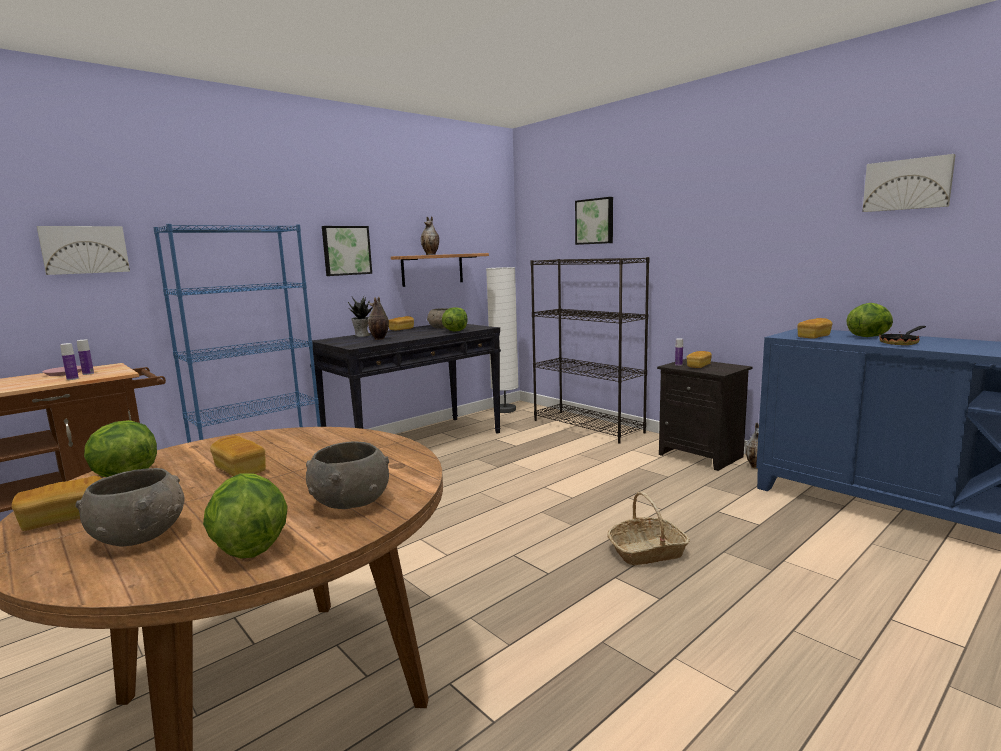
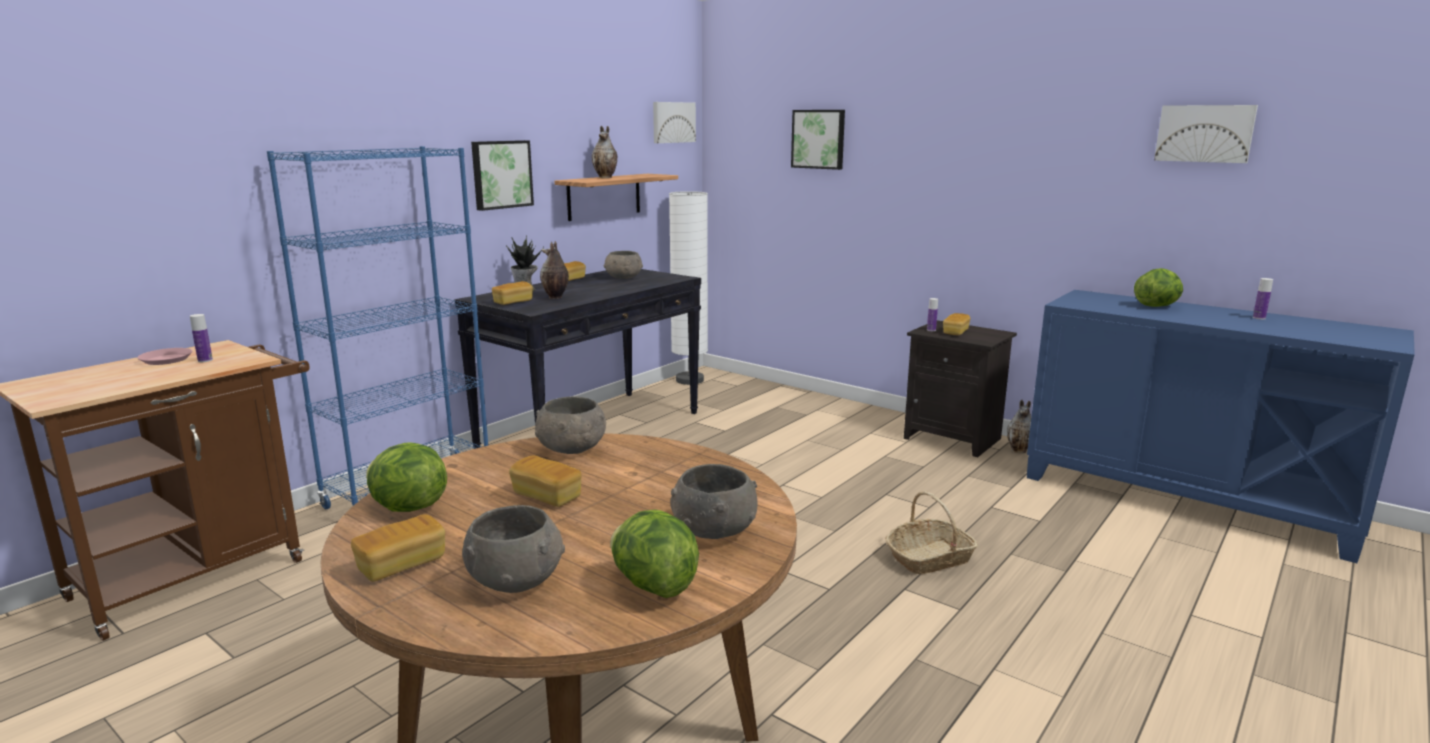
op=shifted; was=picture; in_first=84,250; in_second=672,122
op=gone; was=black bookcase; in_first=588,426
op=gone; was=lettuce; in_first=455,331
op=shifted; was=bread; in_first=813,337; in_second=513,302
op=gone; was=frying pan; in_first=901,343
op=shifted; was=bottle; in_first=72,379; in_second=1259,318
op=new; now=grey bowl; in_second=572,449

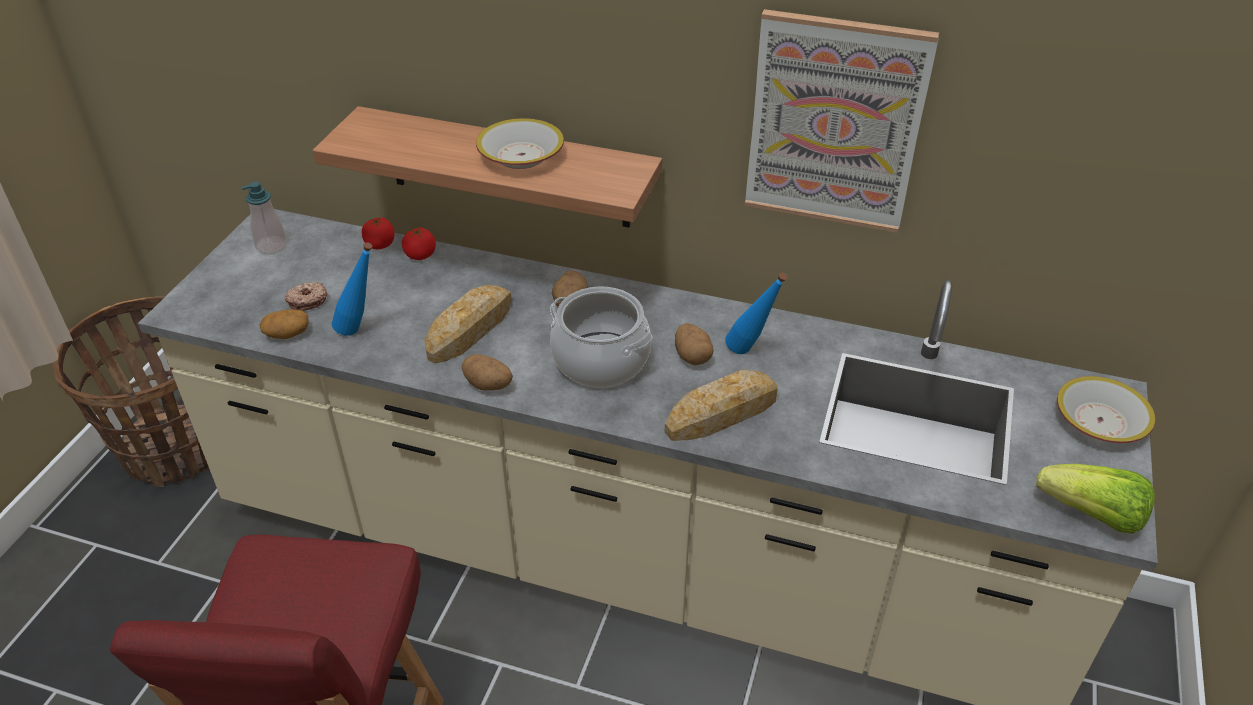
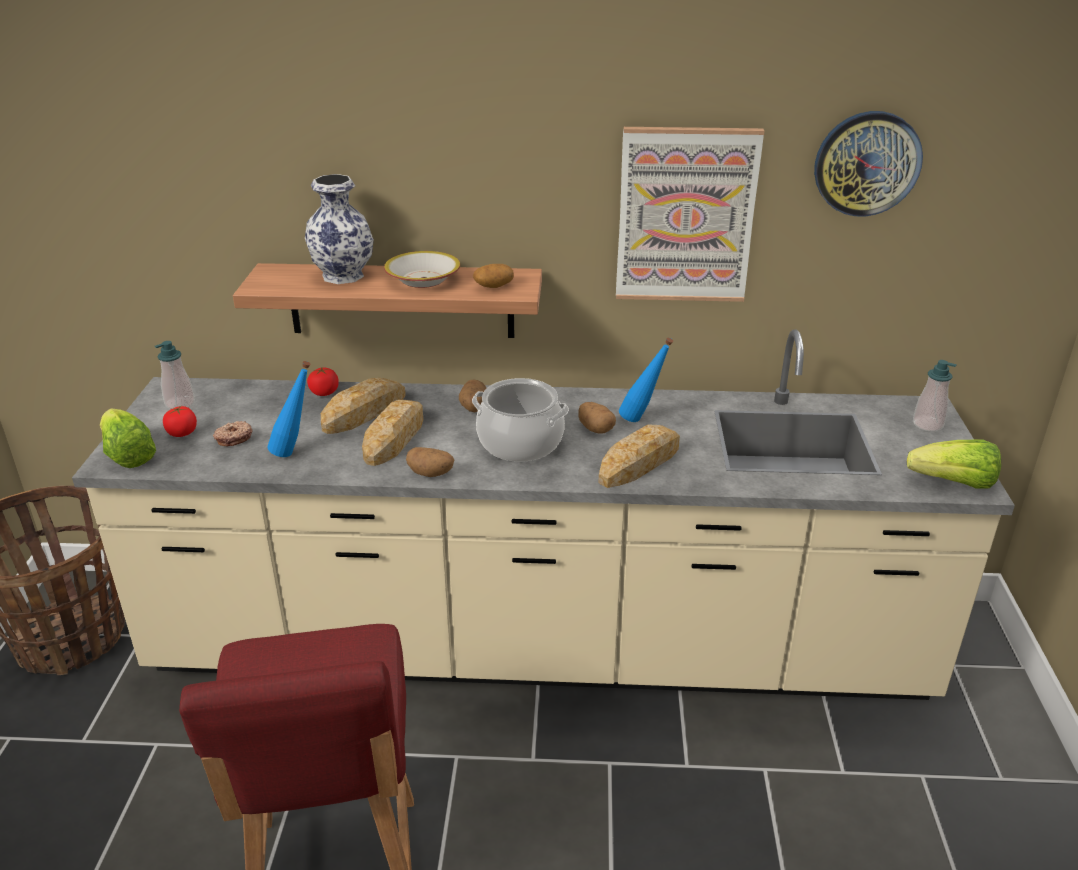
op=shifted; was=tomato; in_first=380,244; in_second=182,433
op=shifted; was=potato; in_first=287,334; in_second=493,286
op=swapped; was=bowl; now=soap dispenser; in_first=1099,421; in_second=927,424
op=new; now=wall clock; in_second=867,163
op=new; now=vase; in_second=344,275
op=new; now=bread; in_second=364,412
op=new; now=lettuce; in_second=128,455

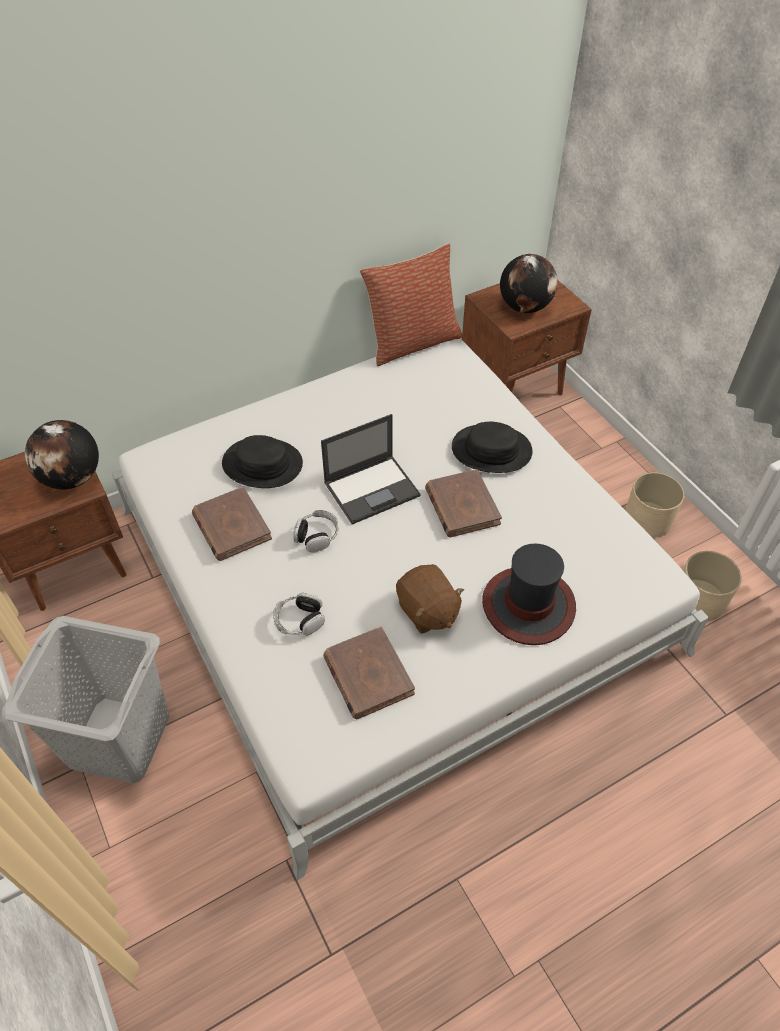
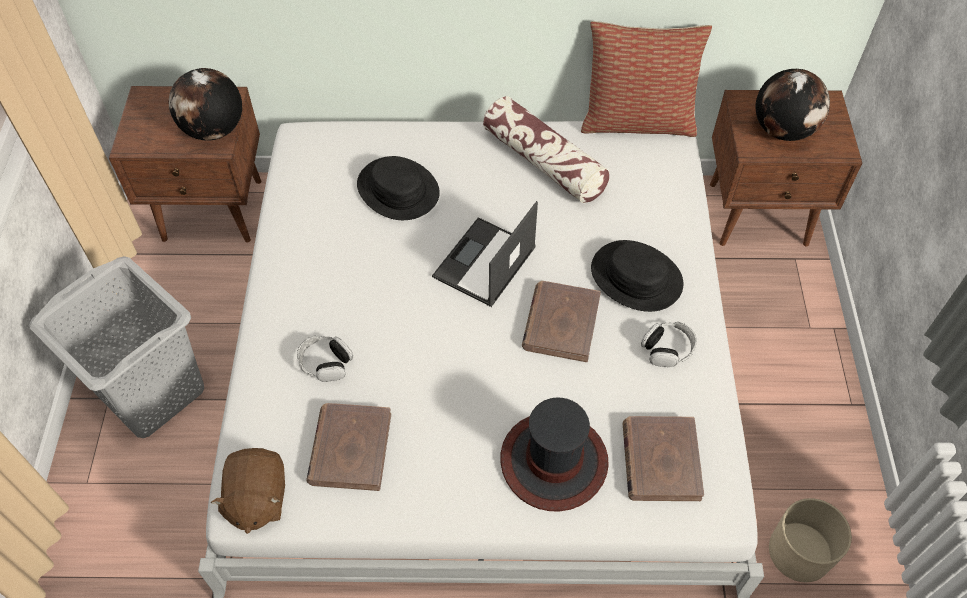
op=rotated; was=laptop; in_first=372,489; in_second=484,263; clockwise=120
op=gone; was=beige planter; in_first=648,519
op=shifted; was=brown book; in_first=231,526; in_second=660,460
op=shifted; was=headphones; in_first=317,536; in_second=667,349
op=shifted; was=brown plush toy; in_first=427,611; in_second=256,499
op=new; now=pillow; in_second=544,162

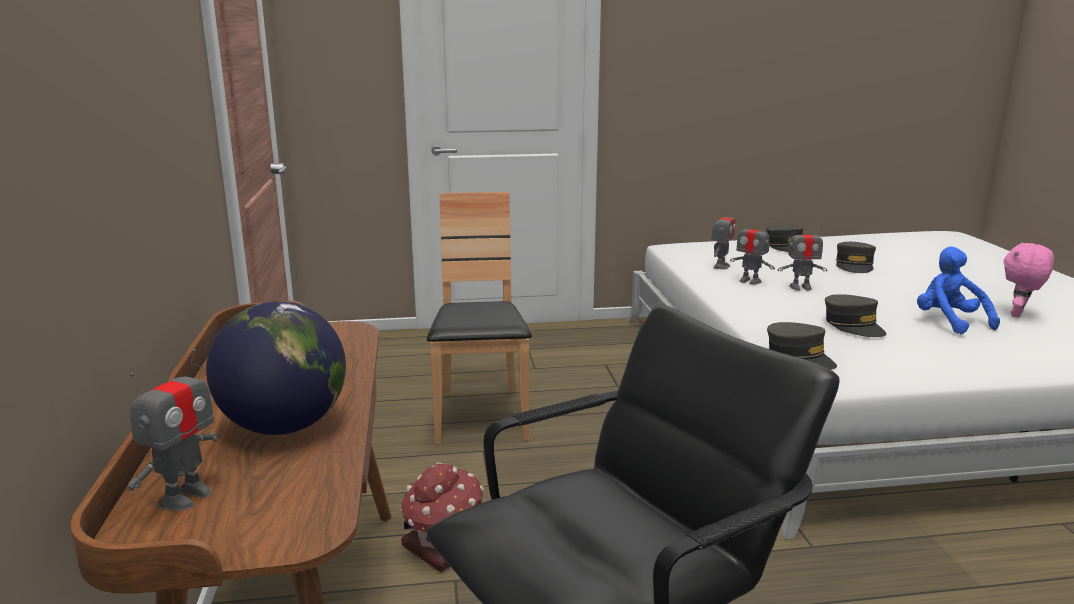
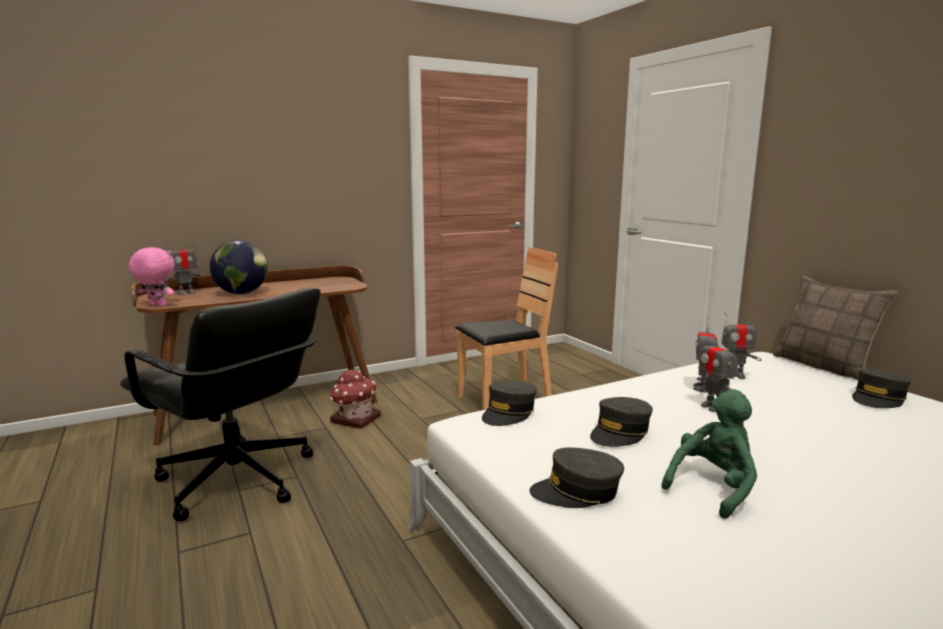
op=shifted; was=grey cap; in_first=854,266; in_second=577,492
op=shifted; was=pink plush toy; in_first=1018,315; in_second=157,305
op=repainted; was=blue plush toy; now=green plush toy; in_first=949,322; in_second=713,487
op=rotated; was=toy robot; in_first=185,497; in_second=186,293; clockwise=-45
op=new; now=pillow; in_second=823,366

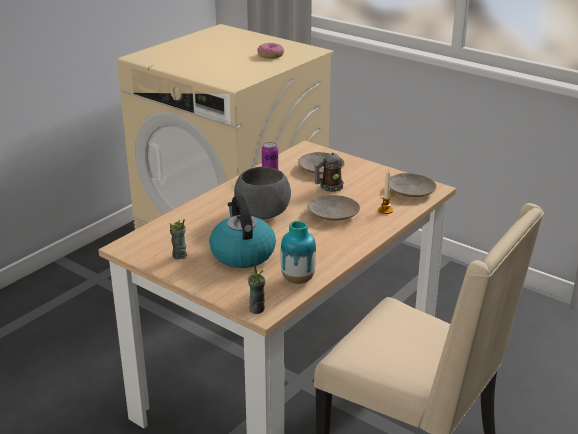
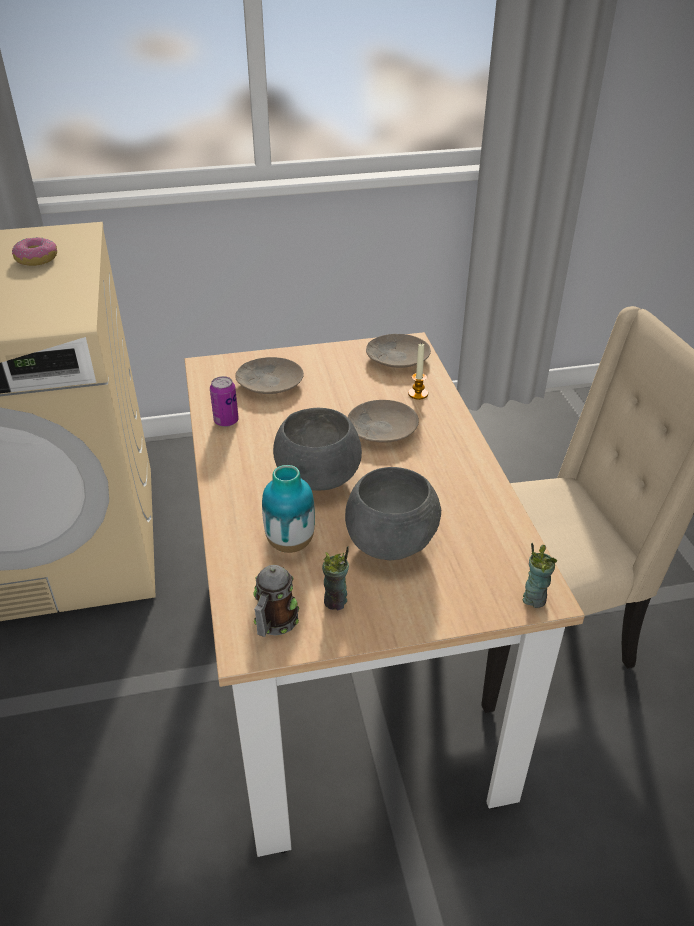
op=shifted; was=mug; in_first=328,187; in_second=274,624
op=swapped; was=kettle; now=grey bowl; in_first=242,253; in_second=392,543
op=shifted; was=vase; in_first=298,279; in_second=290,543

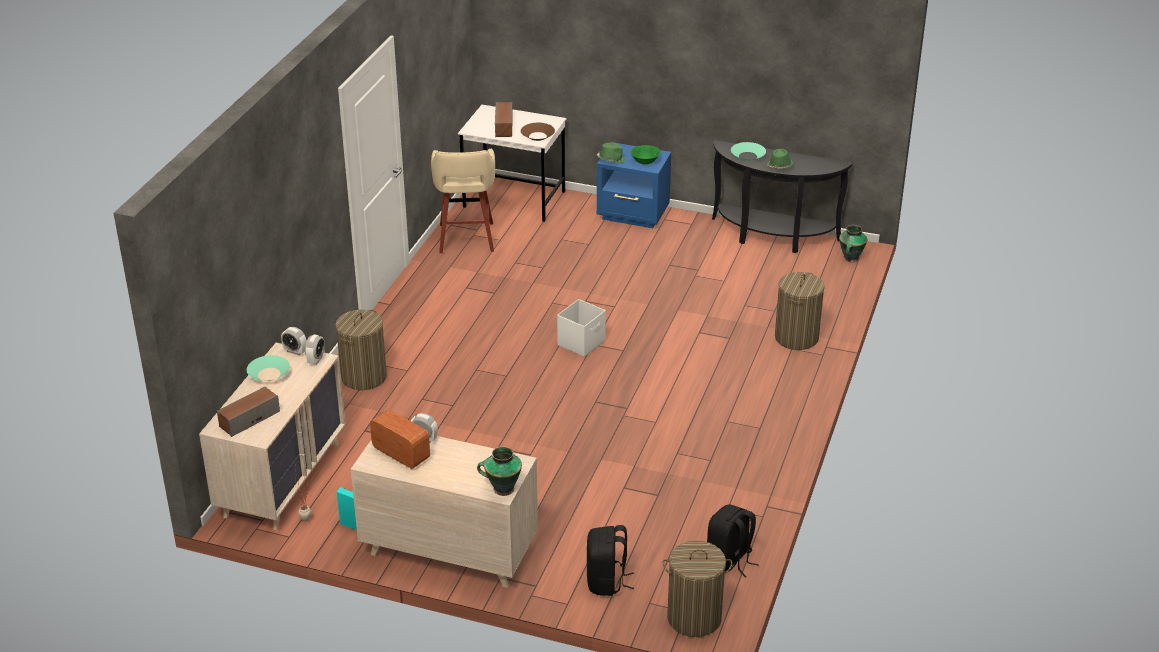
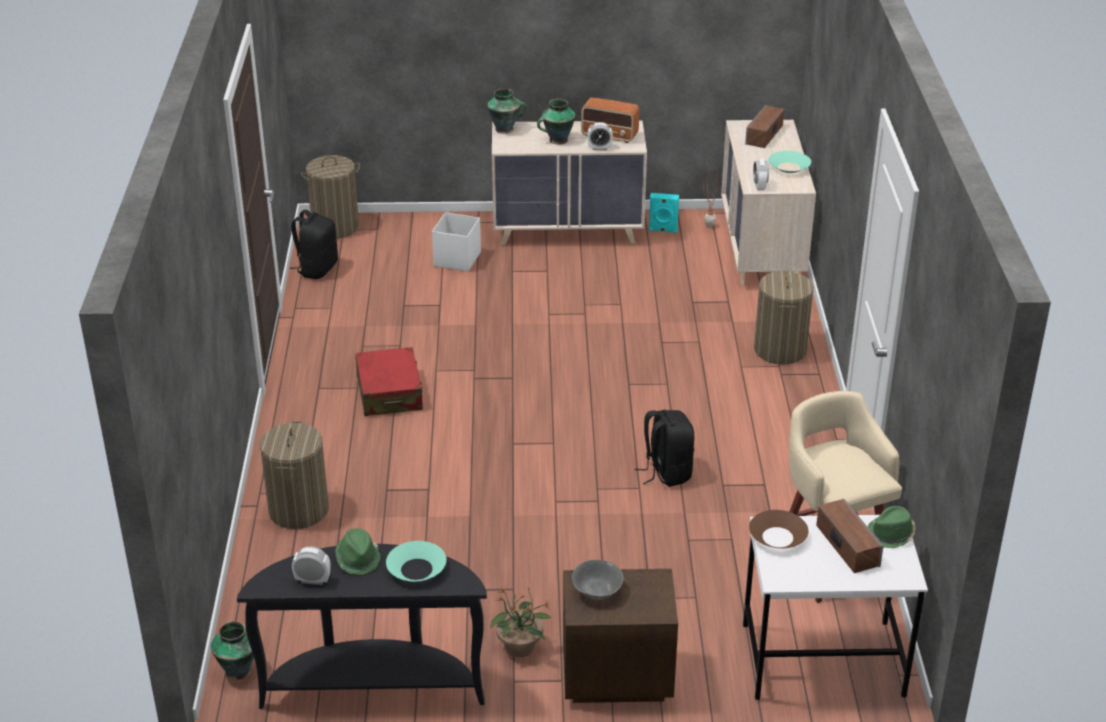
op=repainted; was=blue nightstand; now=brown nightstand; in_first=633,215; in_second=615,677
op=shifted; was=green hat; in_first=611,159; in_second=891,534
op=repainted; was=green bowl; now=grey bowl; in_first=645,161; in_second=596,590
op=shifted; was=white storage box; in_first=582,343; in_second=456,259
op=shifted; was=alarm clock; in_first=295,351; in_second=312,580
op=shifted; was=black backpack; in_first=606,582; in_second=666,472
op=new; now=vase; in_second=557,140
op=new; now=red suitcase; in_second=389,393
op=new; now=potted plant; in_second=520,648

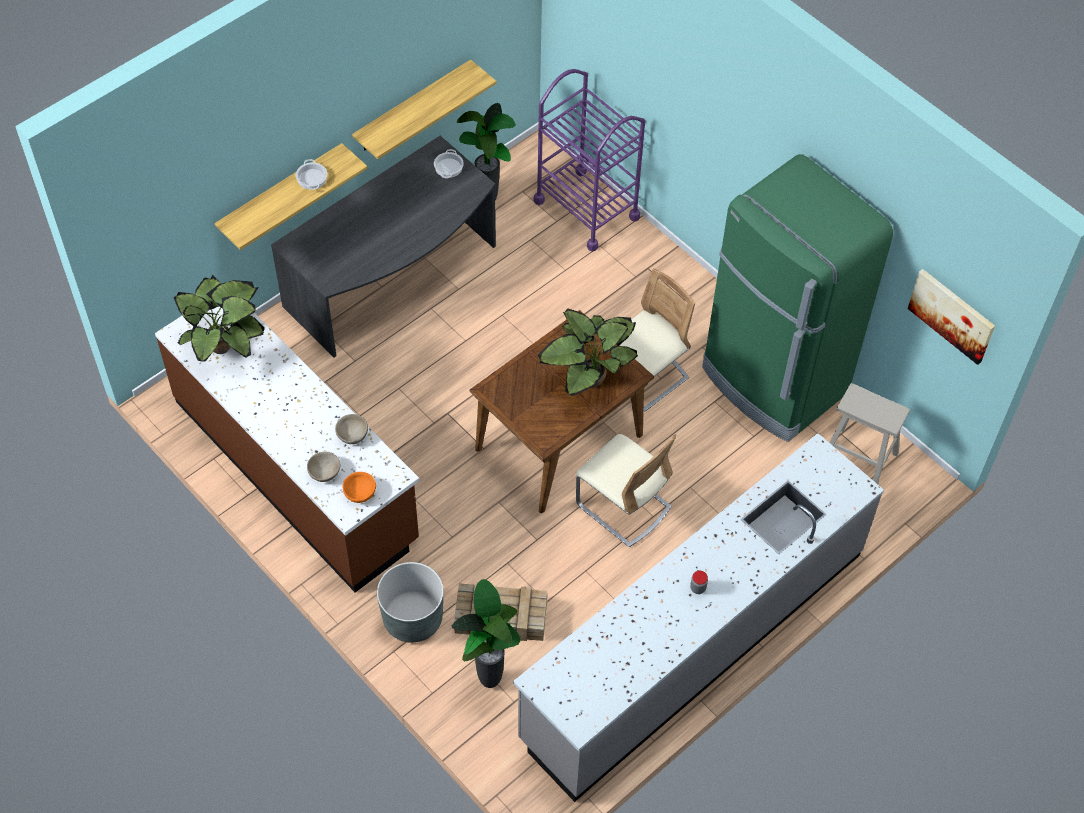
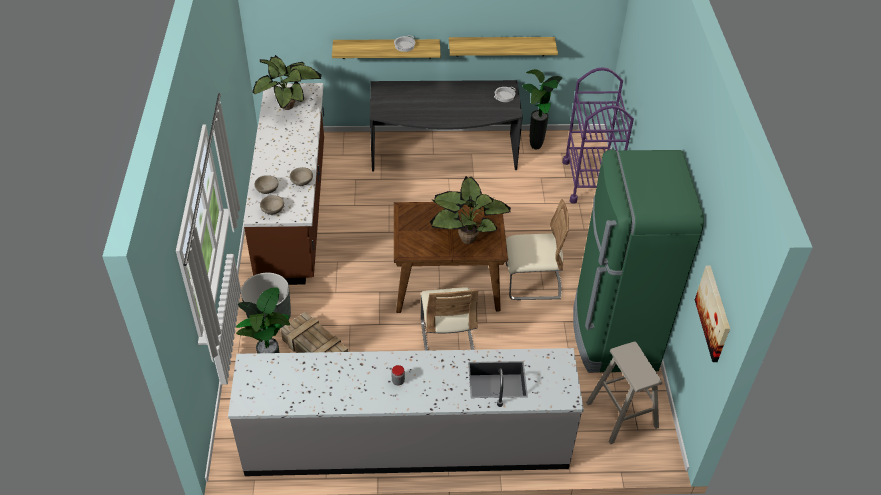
op=repainted; was=orange bowl; now=beige bowl; in_first=359,493; in_second=273,210

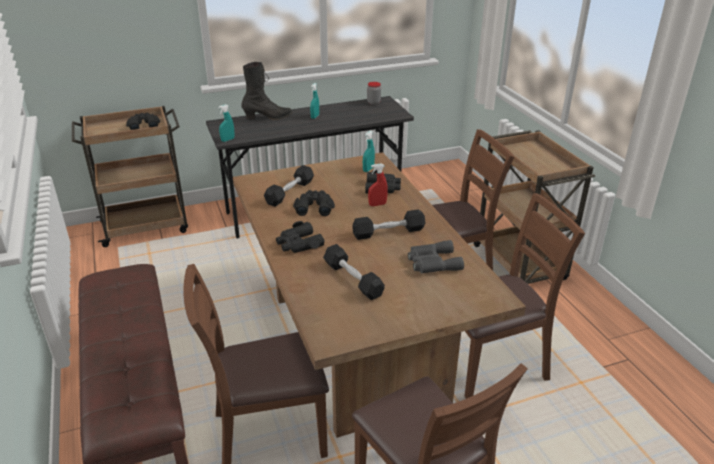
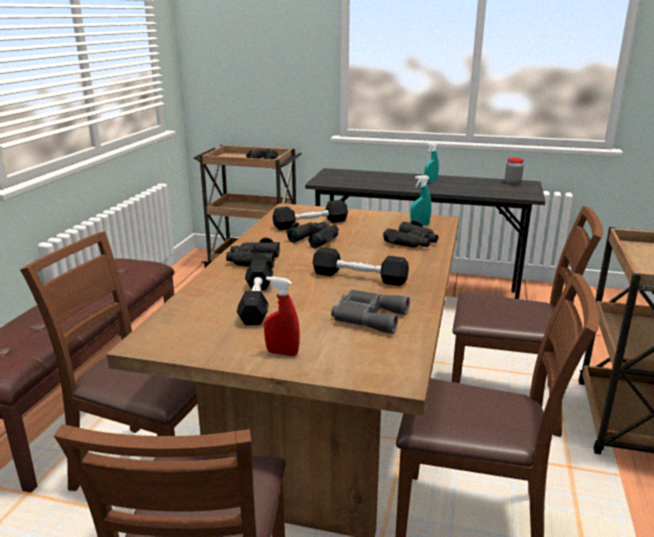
op=gone; was=black boot; in_first=268,118
op=gone; was=turquoise spray bottle; in_first=227,140
op=shifted; was=red spray bottle; in_first=377,204; in_second=282,353

